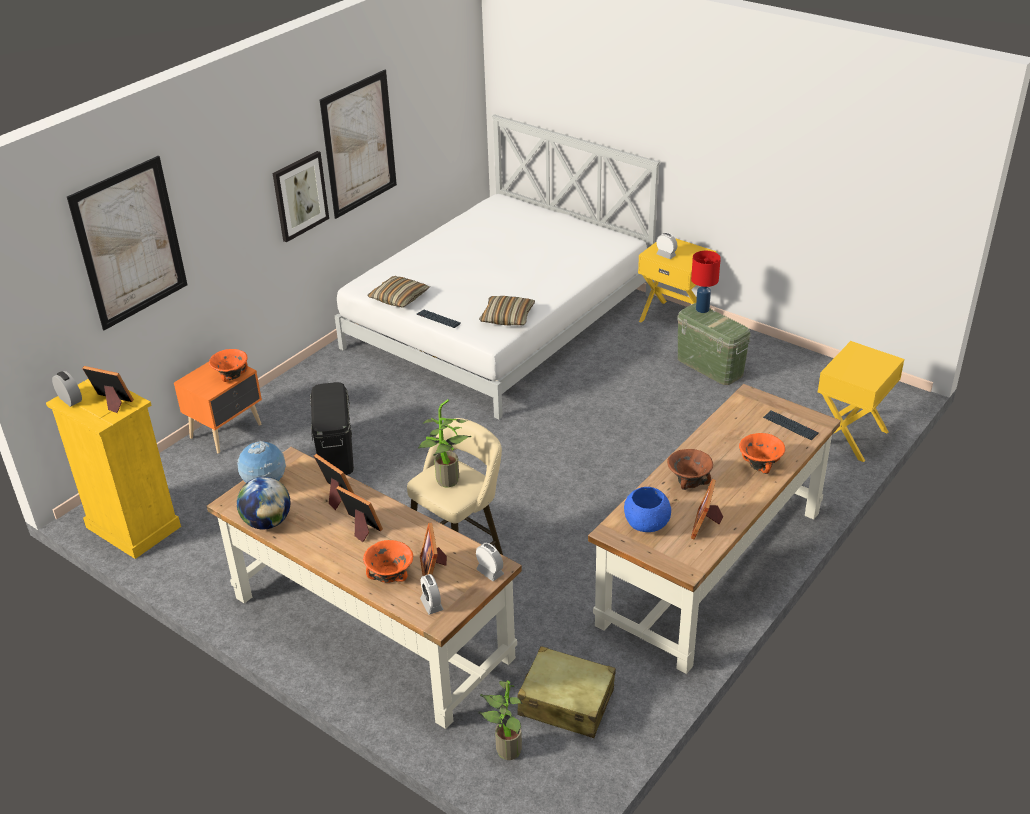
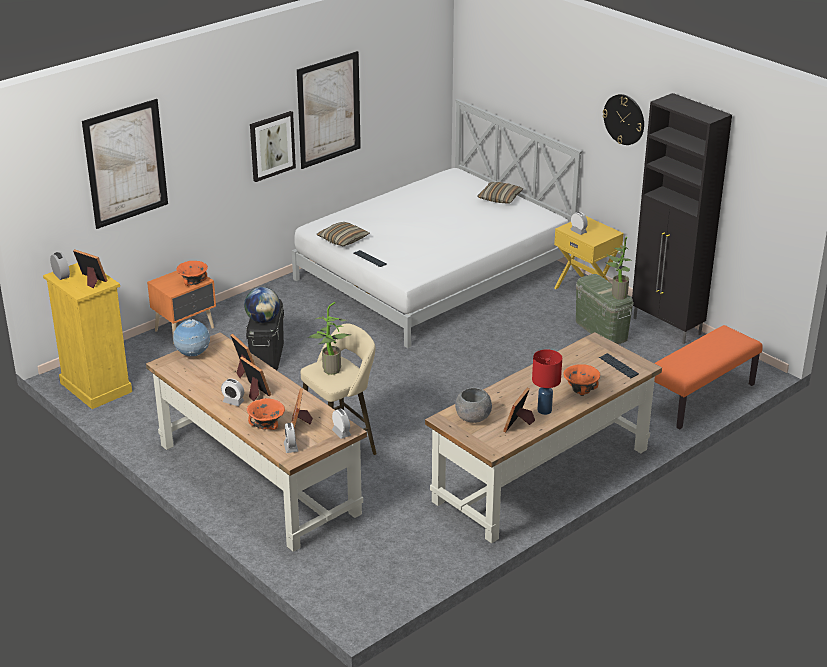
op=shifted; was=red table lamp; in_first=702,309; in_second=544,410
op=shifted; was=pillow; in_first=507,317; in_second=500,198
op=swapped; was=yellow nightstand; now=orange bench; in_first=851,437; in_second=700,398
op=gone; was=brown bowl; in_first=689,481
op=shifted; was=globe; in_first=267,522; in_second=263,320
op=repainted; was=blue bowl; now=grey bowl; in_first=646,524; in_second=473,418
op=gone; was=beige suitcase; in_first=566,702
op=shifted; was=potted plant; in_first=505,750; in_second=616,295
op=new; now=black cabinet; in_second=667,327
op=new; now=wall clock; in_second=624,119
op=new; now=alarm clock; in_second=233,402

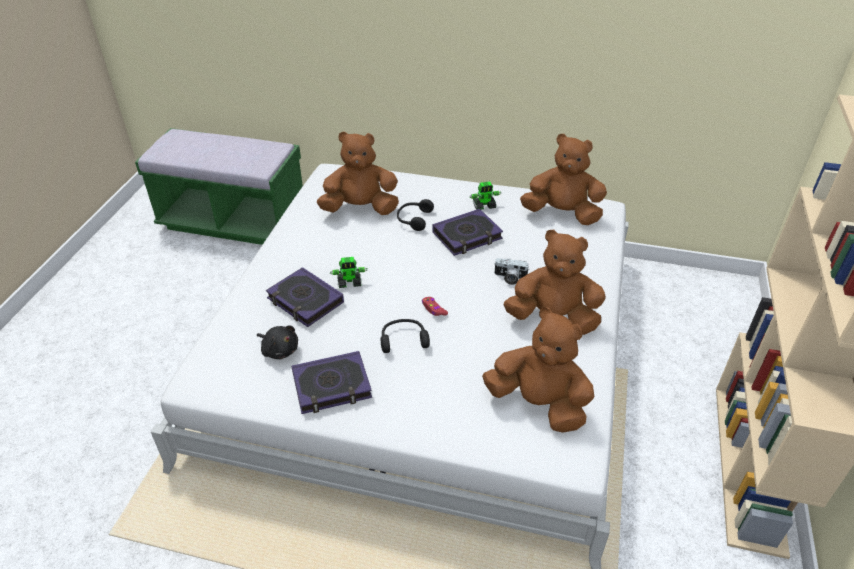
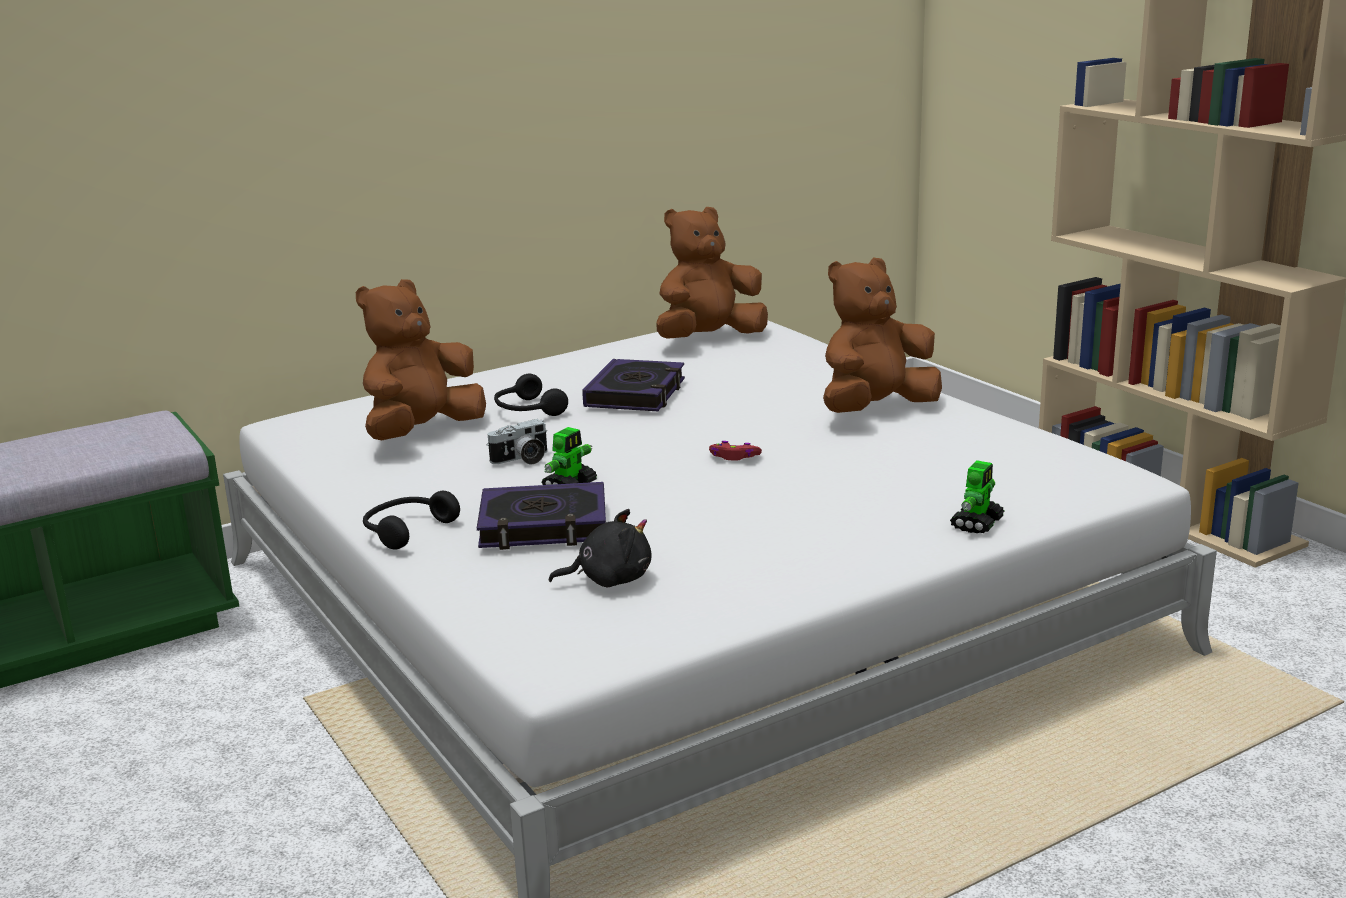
op=shifted; was=toy robot; in_first=484,206; in_second=977,523
op=shifted; was=photo camera; in_first=509,278; in_second=522,459
op=gone; was=brown plush toy; in_first=538,403
op=shifted; was=black headphones; in_first=403,339; in_second=406,530
op=gone; was=book; in_first=332,386

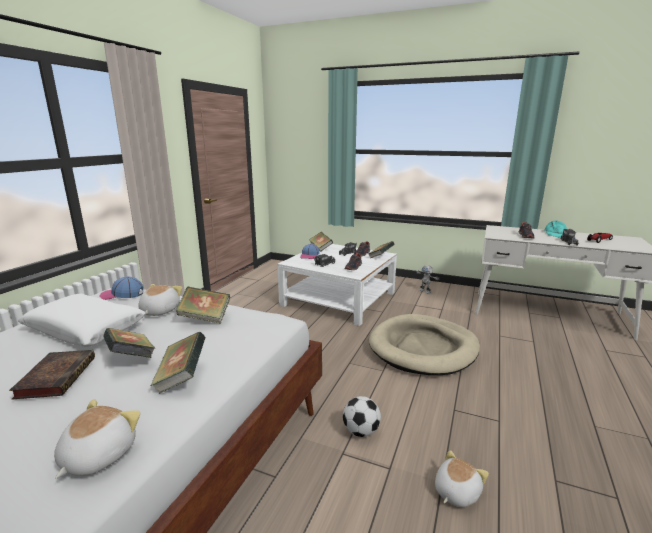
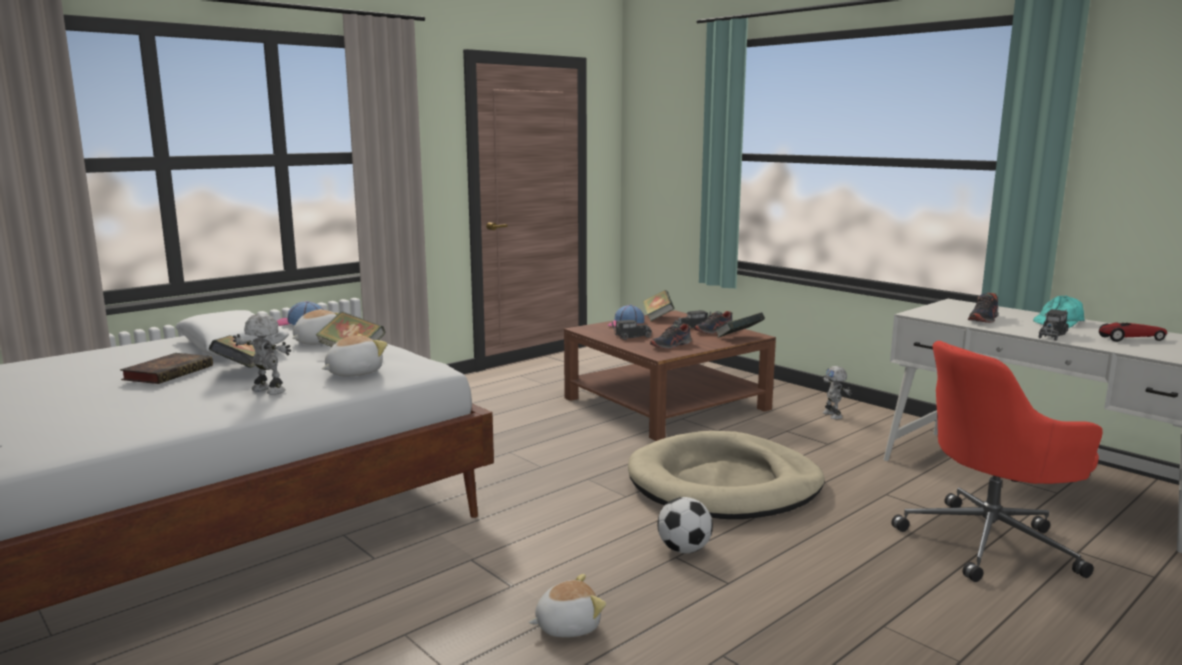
op=repainted; was=white coffee table; now=brown coffee table; in_first=338,299; in_second=666,403
op=swapped; was=book; now=toy robot; in_first=181,377; in_second=267,391
op=shifted; was=football; in_first=361,431; in_second=684,549
op=shifted; was=plush toy; in_first=97,455; in_second=353,373
op=new; now=red office chair; in_second=990,542

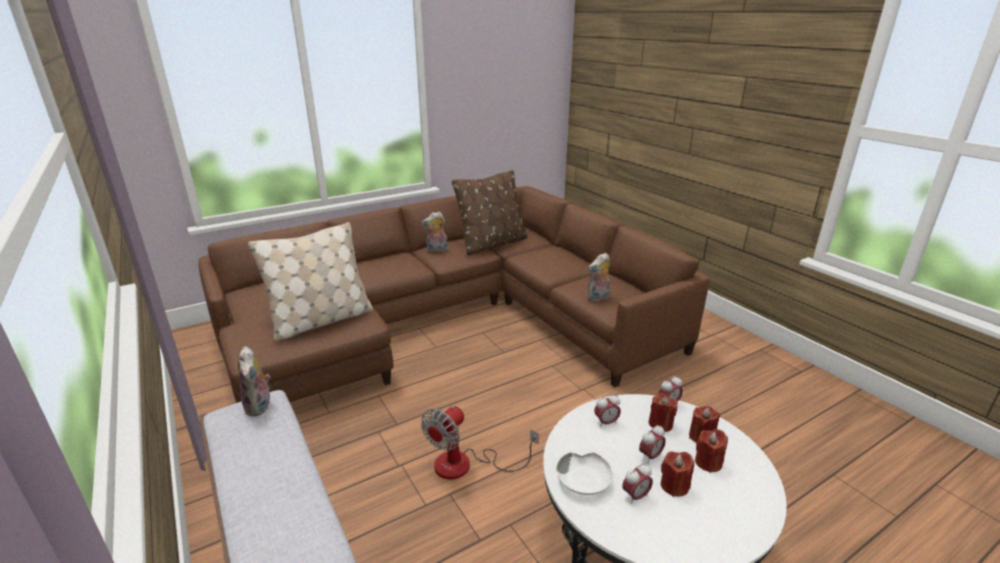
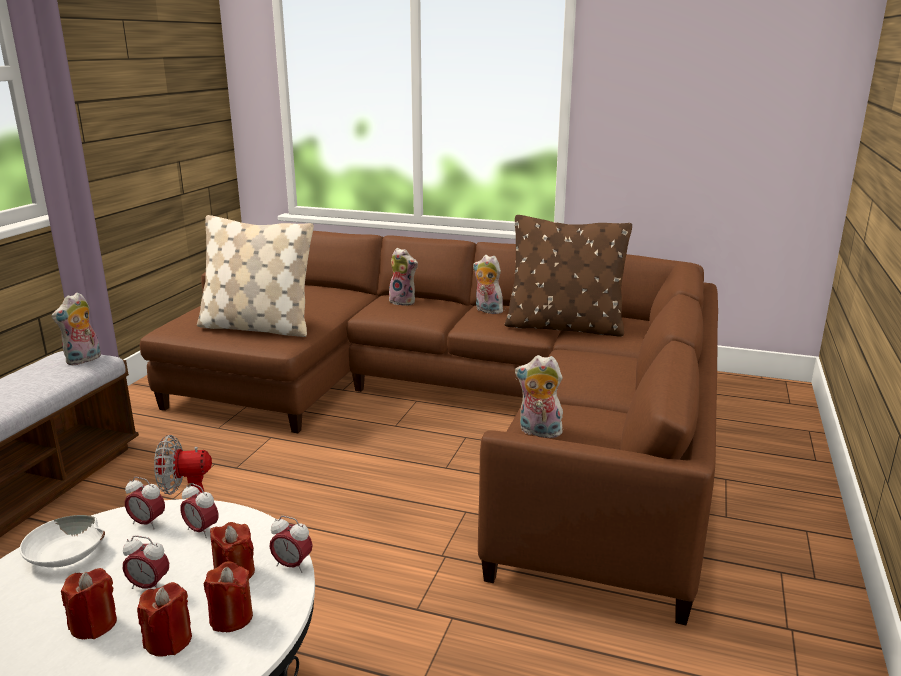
op=shifted; was=alarm clock; in_first=635,496; in_second=147,523
op=new; now=plush toy; in_second=404,302

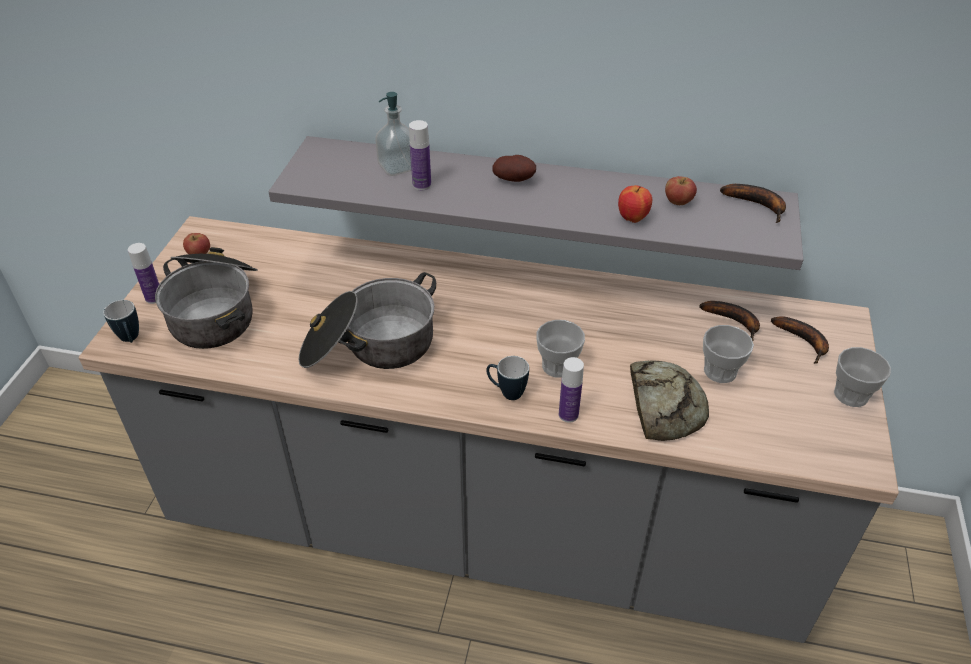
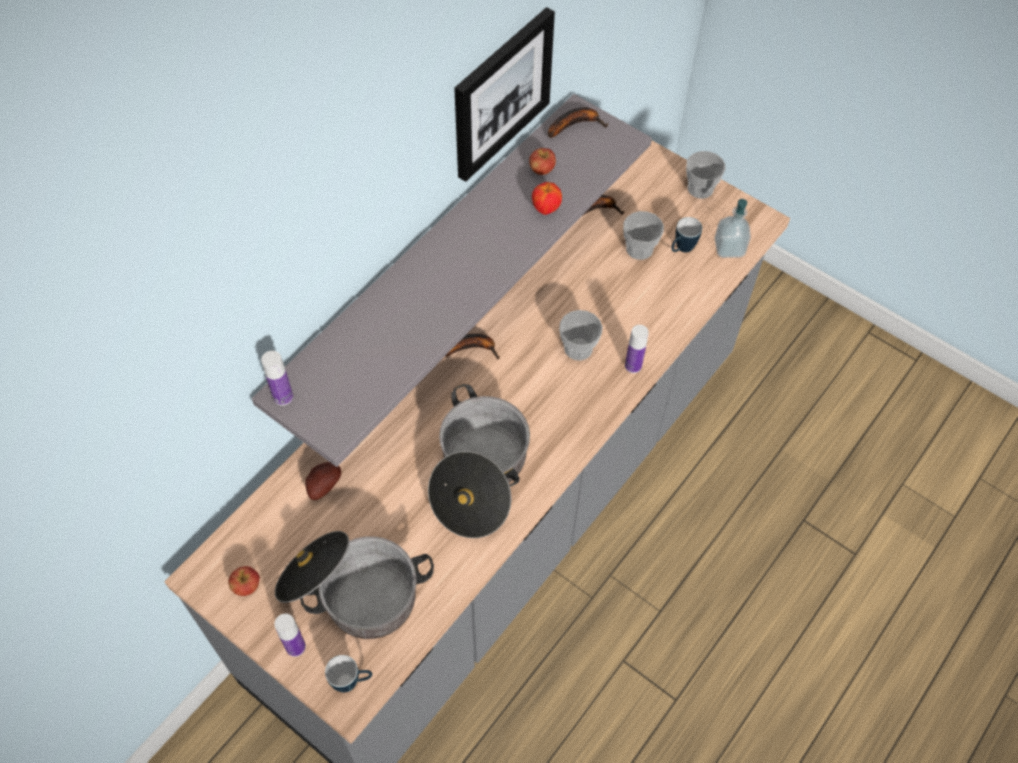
op=shifted; was=soap dispenser; in_first=397,167; in_second=729,248
op=shifted; was=bottle; in_first=422,185; in_second=283,397
op=shifted; was=potato; in_first=515,180; in_second=323,485
op=shifted; was=banana; in_first=804,341; in_second=470,349
op=shifted; was=mug; in_first=506,392; in_second=681,250
op=gone; was=bread; in_first=663,405
op=new; now=picture; in_second=501,93

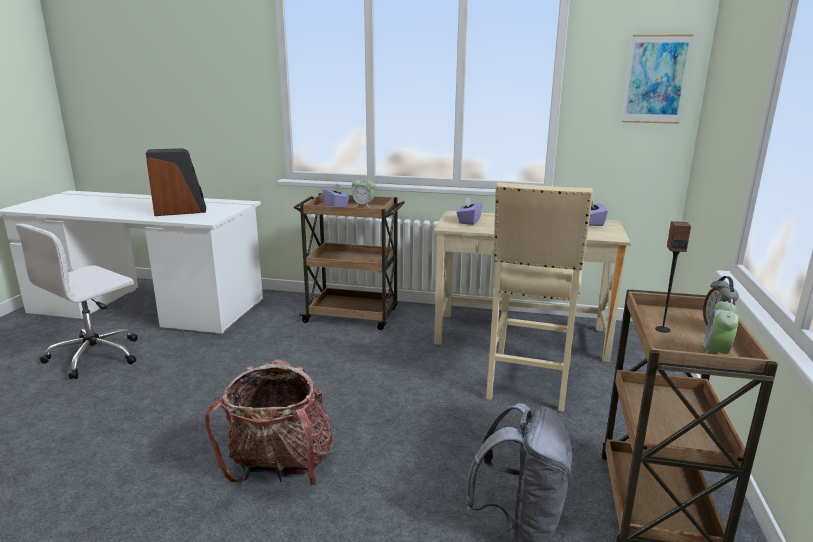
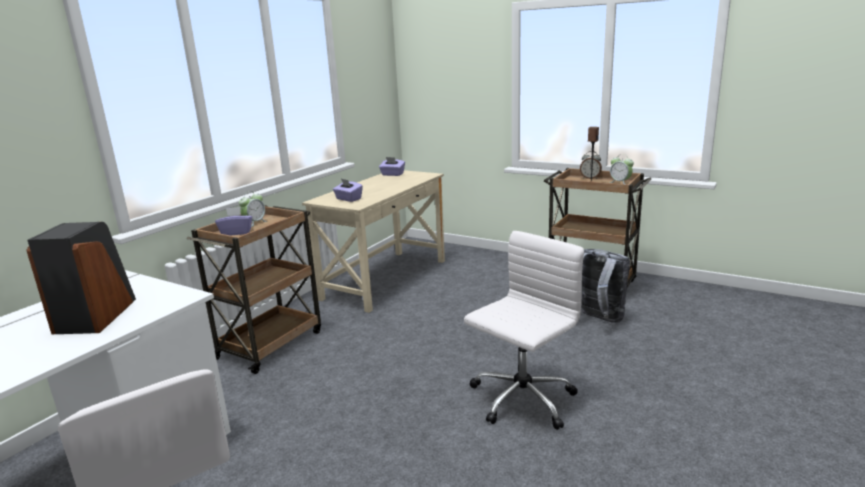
op=gone; was=picture; in_first=656,79
op=gone; was=beige stool; in_first=528,382
op=swapped; was=backpack; now=white office chair; in_first=280,468; in_second=521,400

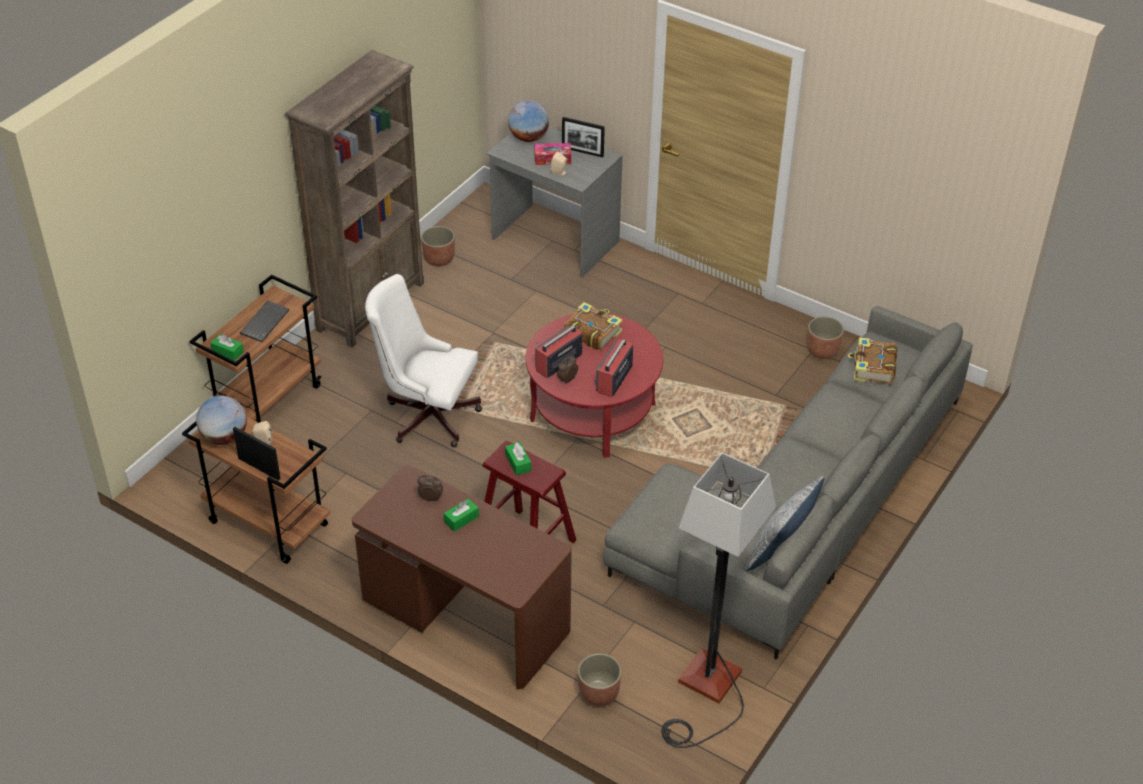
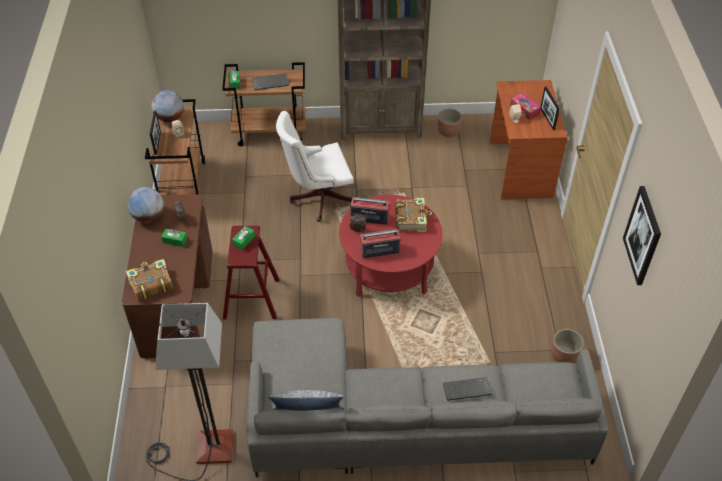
op=shifted; was=globe; in_first=528,138; in_second=148,216
op=repainted; was=grey desk; now=brown desk; in_first=554,241; in_second=519,169
op=rotated; was=white office chair; in_first=426,414; in_second=318,198; clockwise=-90
op=shifted; was=book; in_first=872,368; in_second=150,284
op=gone; was=planter; in_first=598,693
op=new; now=picture; in_second=643,236
op=new; now=keyboard; in_second=466,390

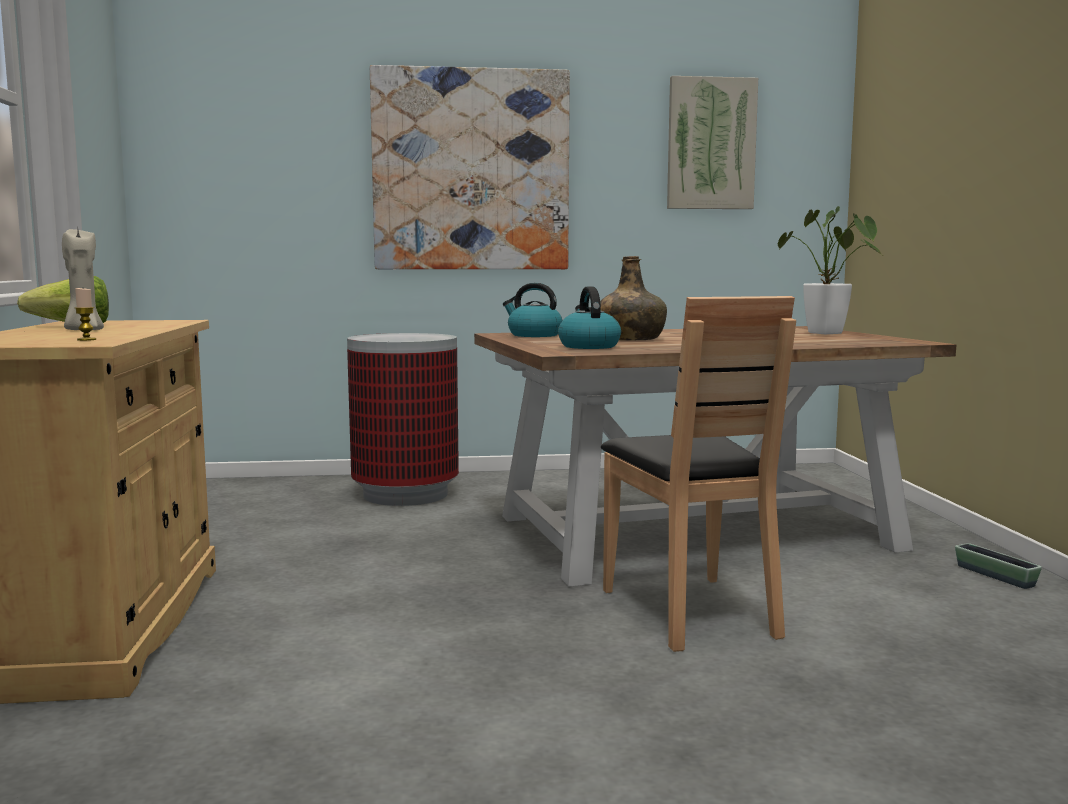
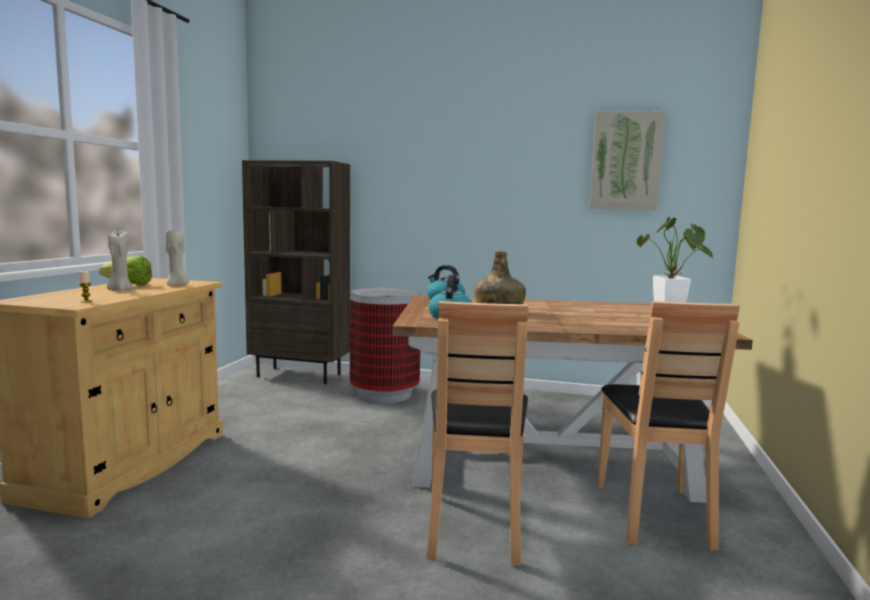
op=gone; was=picture; in_first=471,170
op=gone; was=planter; in_first=995,576
op=new; now=brown bookcase; in_second=300,375
op=new; now=beige candle; in_second=177,285
op=new; now=brown chair; in_second=654,514

